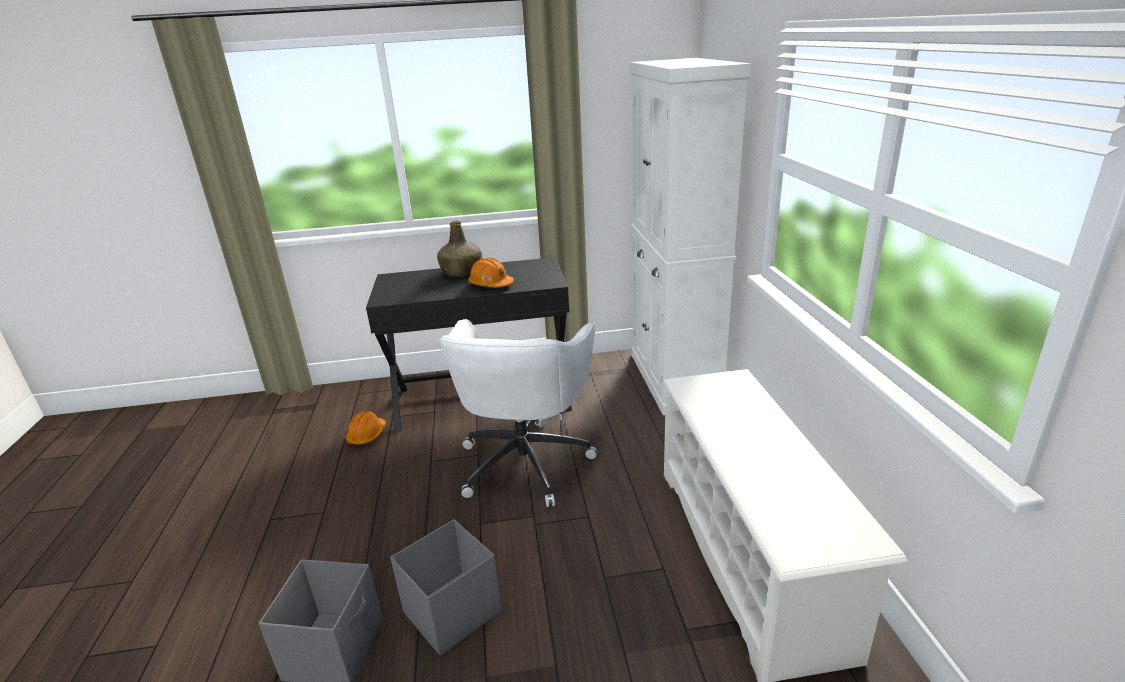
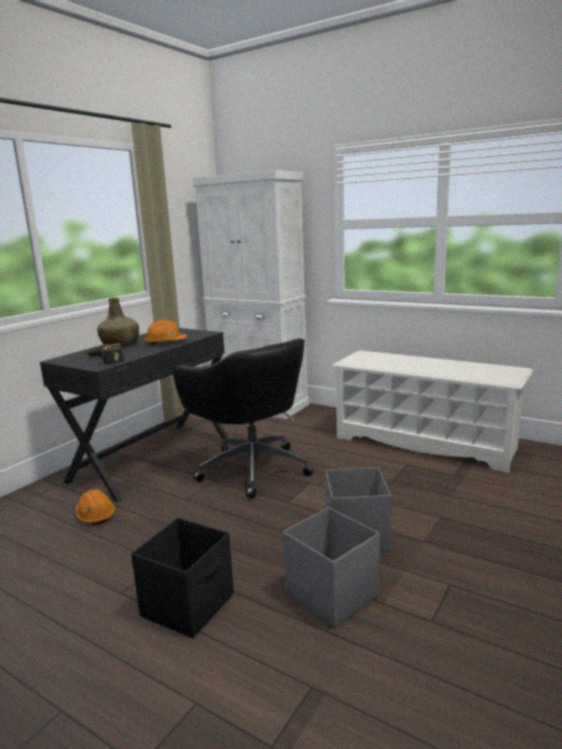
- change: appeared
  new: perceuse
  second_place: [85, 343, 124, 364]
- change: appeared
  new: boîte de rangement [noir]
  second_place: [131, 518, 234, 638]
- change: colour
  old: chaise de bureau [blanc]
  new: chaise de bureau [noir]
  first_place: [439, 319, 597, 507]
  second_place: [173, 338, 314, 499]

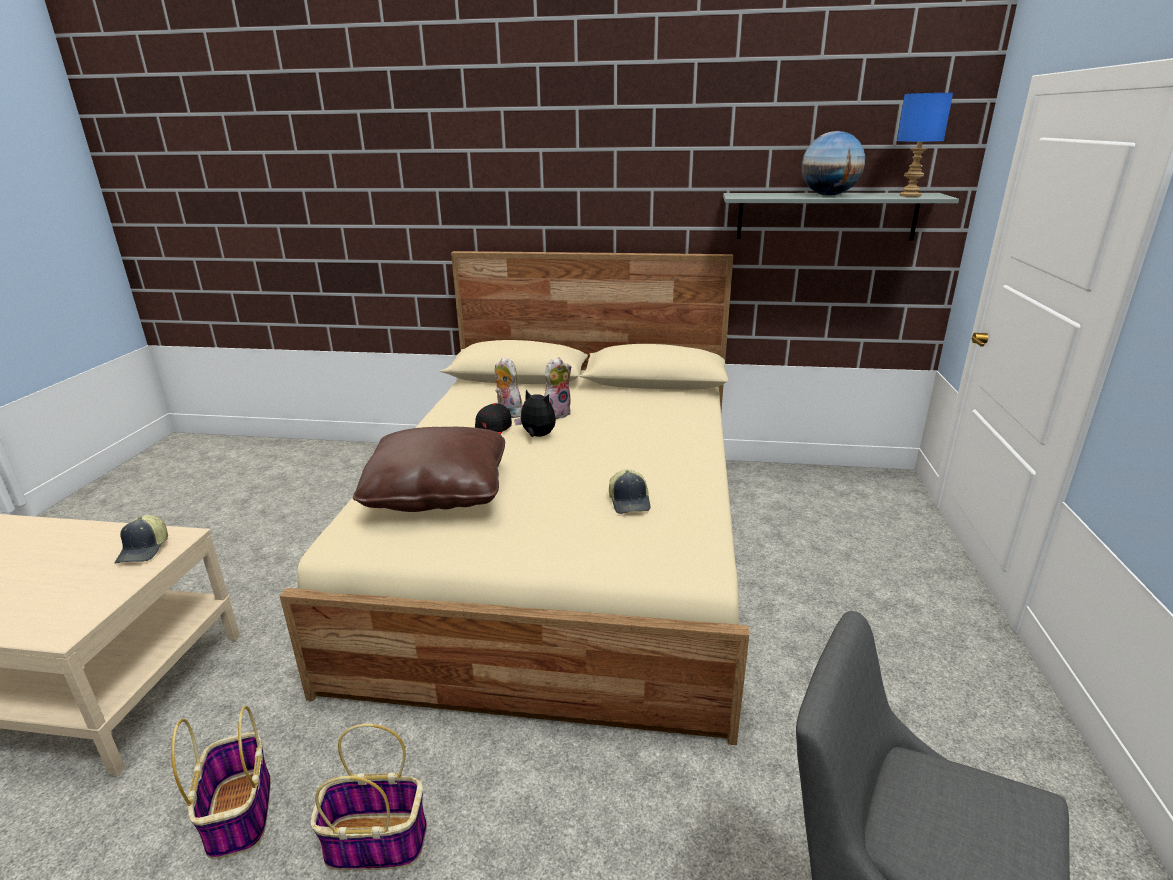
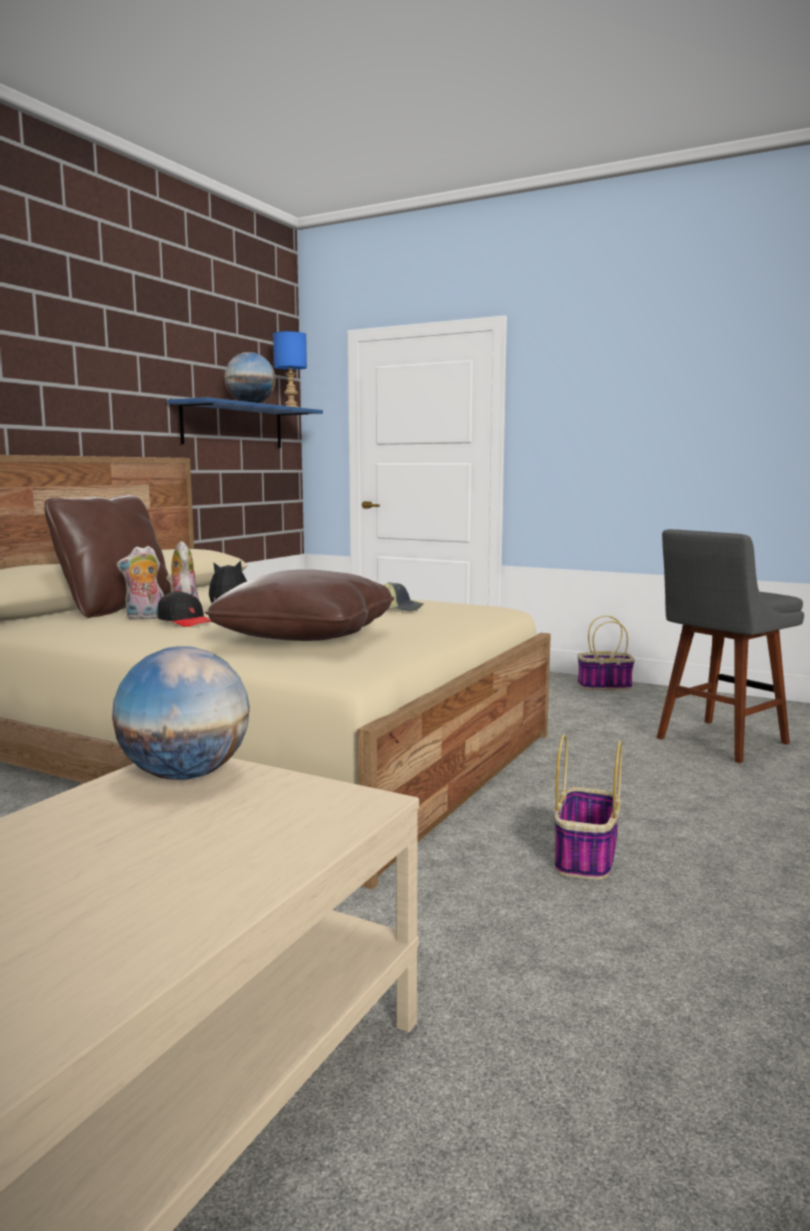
- change: appeared
  new: coussin [marron]
  second_place: [44, 495, 170, 618]
- change: relocated
  old: panier
  first_place: [171, 706, 271, 859]
  second_place: [577, 615, 635, 690]
- change: exchanged
  old: casquette
  new: globe
  first_place: [115, 515, 168, 564]
  second_place: [112, 646, 250, 780]
- change: colour
  old: étagère [gris]
  new: étagère [bleu]
  first_place: [723, 193, 959, 240]
  second_place: [167, 397, 323, 448]

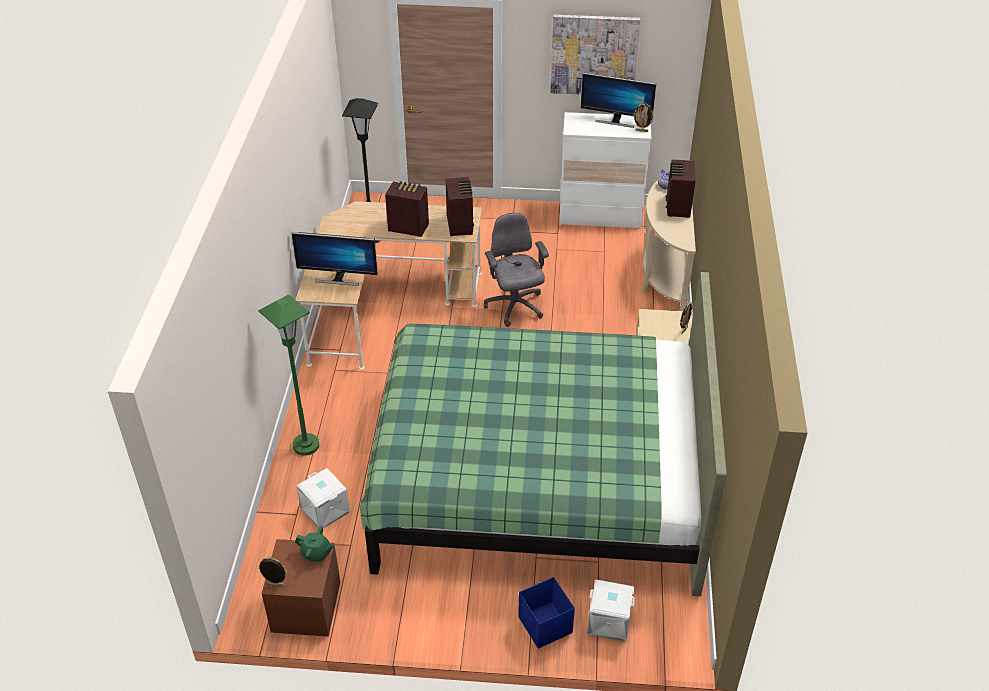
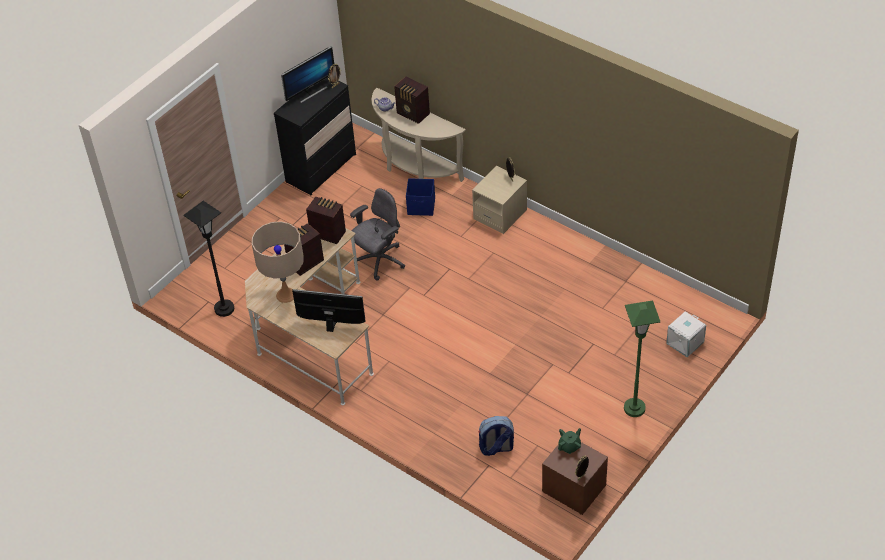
- change: missing
  old: lit [vert]
  first_place: [360, 272, 727, 597]
- change: missing
  old: tableau
  first_place: [550, 15, 640, 95]
- change: appeared
  new: lampe de table [beige]
  second_place: [252, 221, 304, 303]
- change: relocated
  old: lampadaire [vert]
  first_place: [258, 294, 319, 456]
  second_place: [624, 300, 660, 417]
- change: relocated
  old: boîte de rangement [bleu]
  first_place: [518, 577, 575, 649]
  second_place: [406, 178, 435, 216]
- change: exchanged
  old: boîte de rangement [blanc]
  new: sac à dos
  first_place: [297, 468, 350, 528]
  second_place: [478, 416, 514, 456]
- change: colour
  old: commode [blanc]
  new: commode [noir]
  first_place: [559, 112, 651, 229]
  second_place: [274, 77, 356, 195]
- change: spun
  old: écran d'ordinateur
  first_place: [292, 232, 378, 286]
  second_place: [292, 289, 366, 332]
  degrees: -120
- change: spun
  old: chaise de bureau [gris]
  first_place: [484, 213, 549, 327]
  second_place: [350, 188, 405, 281]
  degrees: 120

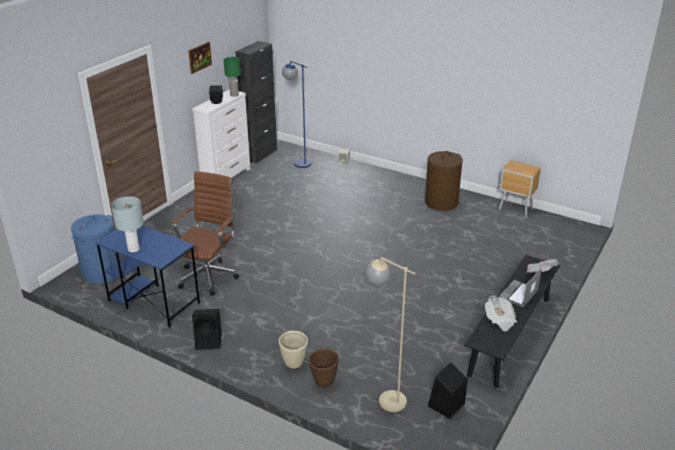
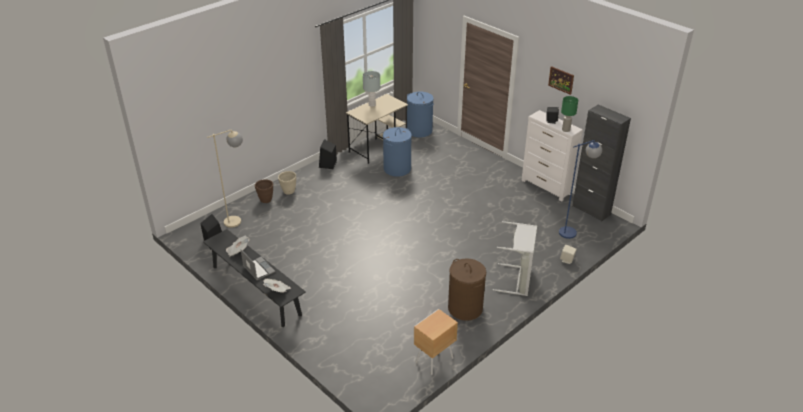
- change: appeared
  new: panier à linge [gris]
  second_place: [493, 221, 537, 296]
- change: exchanged
  old: chaise de bureau [marron]
  new: panier à linge [bleu]
  first_place: [172, 171, 239, 296]
  second_place: [383, 127, 412, 177]
- change: colour
  old: bureau [bleu]
  new: bureau [beige]
  first_place: [95, 226, 200, 328]
  second_place: [346, 94, 408, 164]

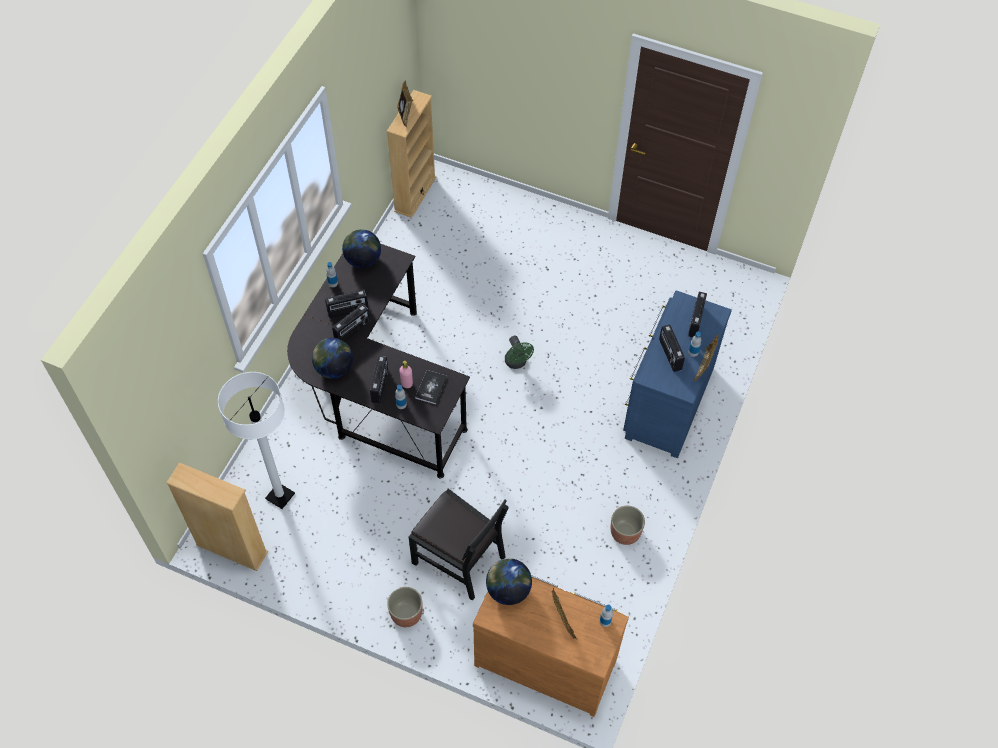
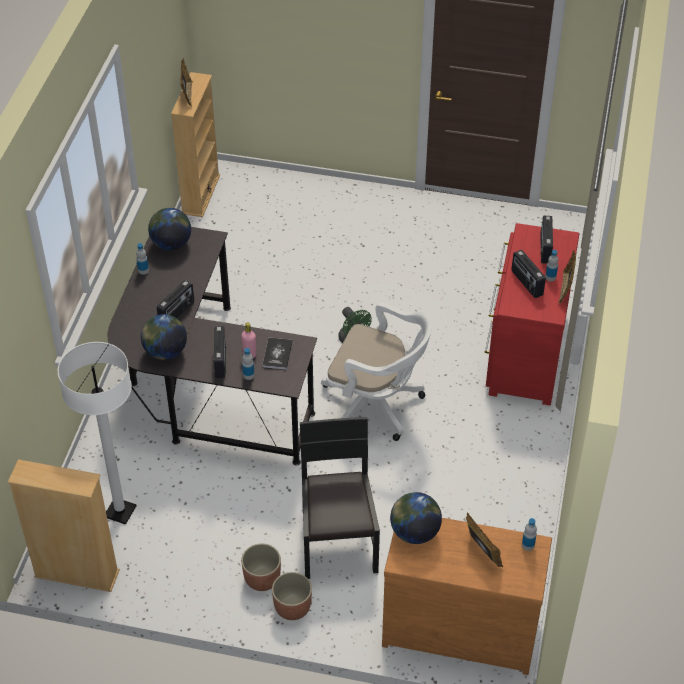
- change: missing
  old: radio
  first_place: [325, 290, 369, 318]
- change: appeared
  new: chaise de bureau [blanc]
  second_place: [321, 302, 432, 441]
- change: relocated
  old: cache-pot
  first_place: [611, 506, 645, 545]
  second_place: [241, 544, 281, 591]
- change: colour
  old: commode [bleu]
  new: commode [rouge]
  first_place: [623, 290, 732, 458]
  second_place: [485, 223, 580, 406]
- change: spun
  old: chaise [noir]
  first_place: [409, 489, 509, 601]
  second_place: [300, 417, 380, 579]
  degrees: -120

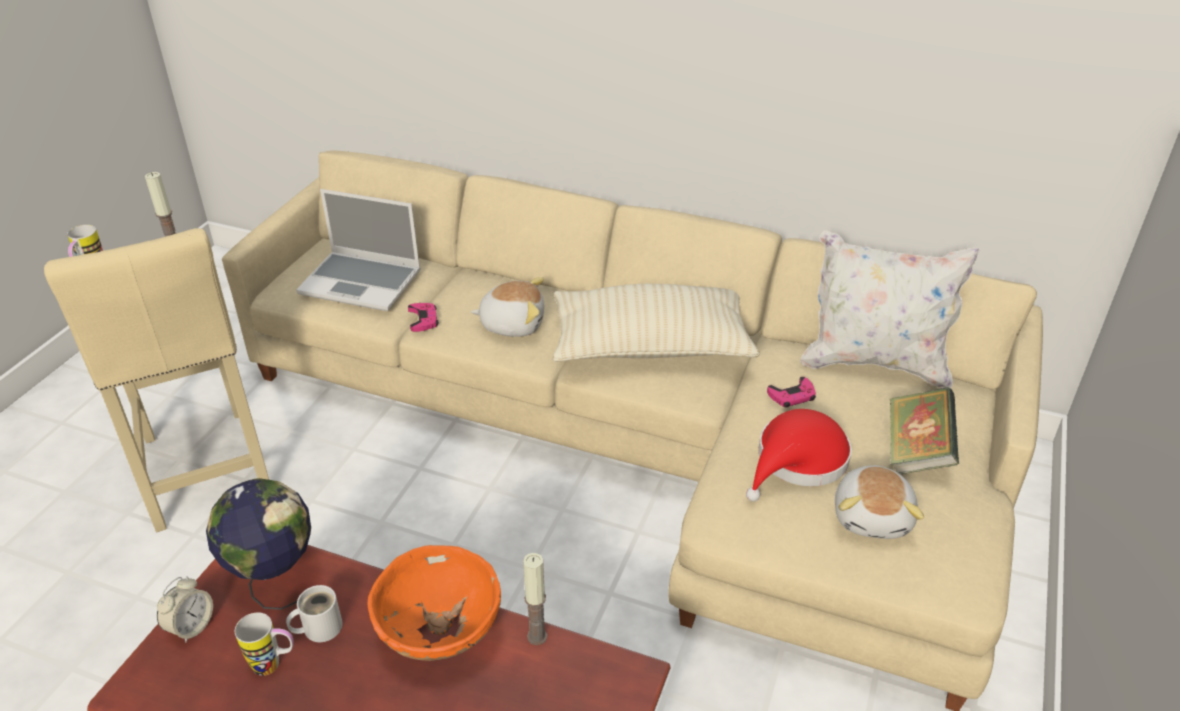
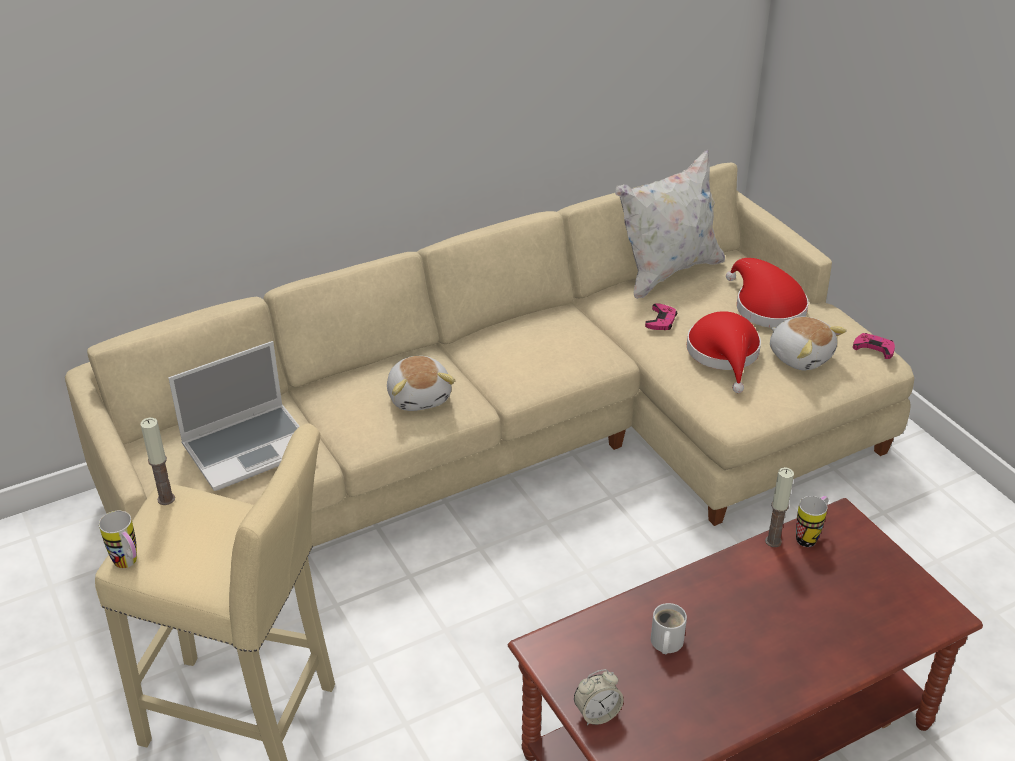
- change: missing
  old: globe
  first_place: [206, 478, 311, 610]
- change: missing
  old: bol [orange]
  first_place: [368, 545, 501, 661]
- change: missing
  old: coussin [beige]
  first_place: [552, 284, 760, 362]
- change: relocated
  old: mug
  first_place: [235, 612, 294, 676]
  second_place: [796, 496, 828, 547]
- change: relocated
  old: manette [rose]
  first_place: [408, 303, 439, 332]
  second_place: [853, 333, 895, 359]
- change: exchanged
  old: livre
  new: chapeau [rouge]
  first_place: [890, 387, 959, 474]
  second_place: [726, 258, 809, 328]
- change: spun
  old: réveil
  first_place: [157, 577, 213, 643]
  second_place: [574, 669, 624, 725]
  degrees: 90
- change: spun
  old: peluche
  first_place: [470, 277, 544, 337]
  second_place: [387, 356, 455, 411]
  degrees: 120

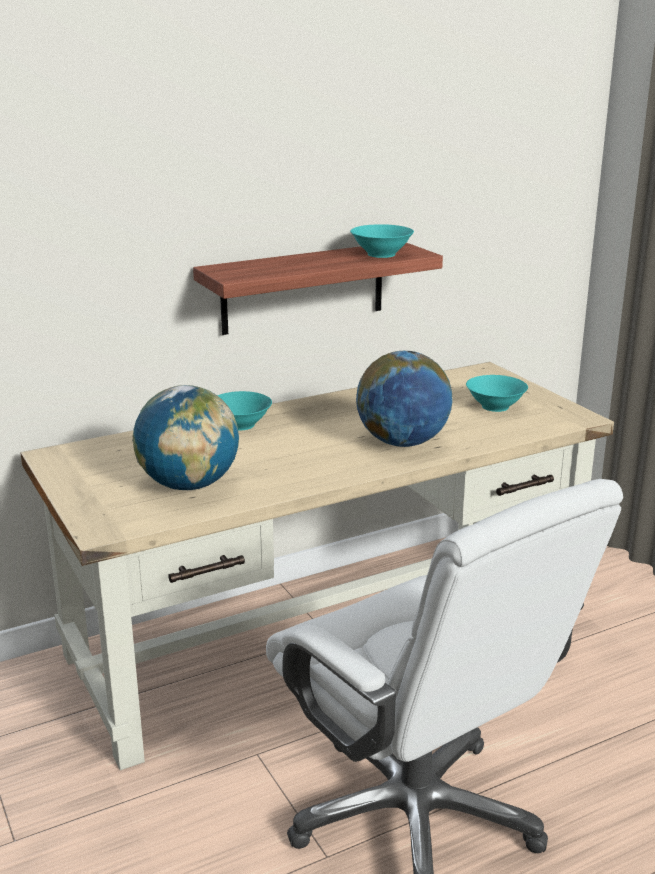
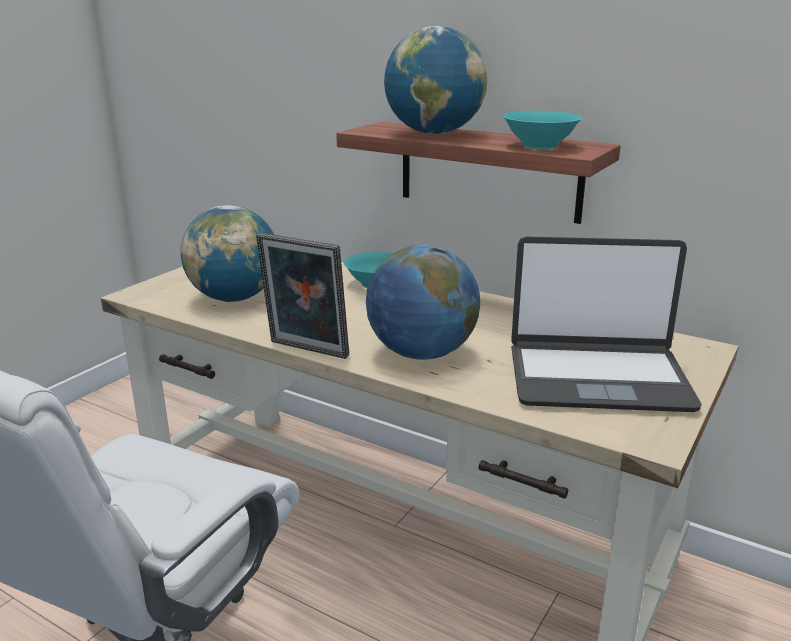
- change: appeared
  new: cadre photo
  second_place: [256, 233, 349, 359]
- change: appeared
  new: globe
  second_place: [384, 26, 488, 134]
- change: exchanged
  old: bol [turquoise]
  new: ordinateur portable
  first_place: [466, 375, 528, 412]
  second_place: [511, 237, 702, 412]

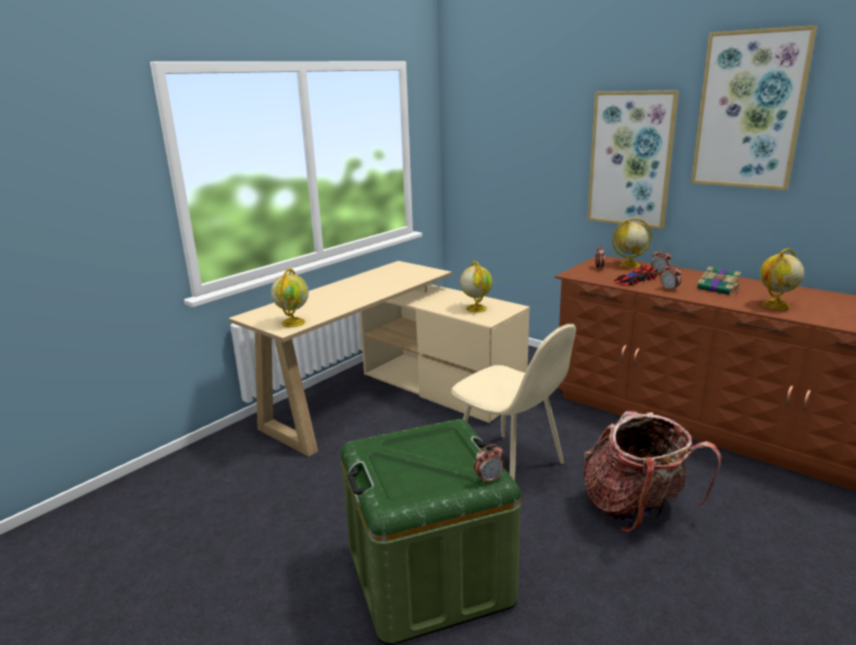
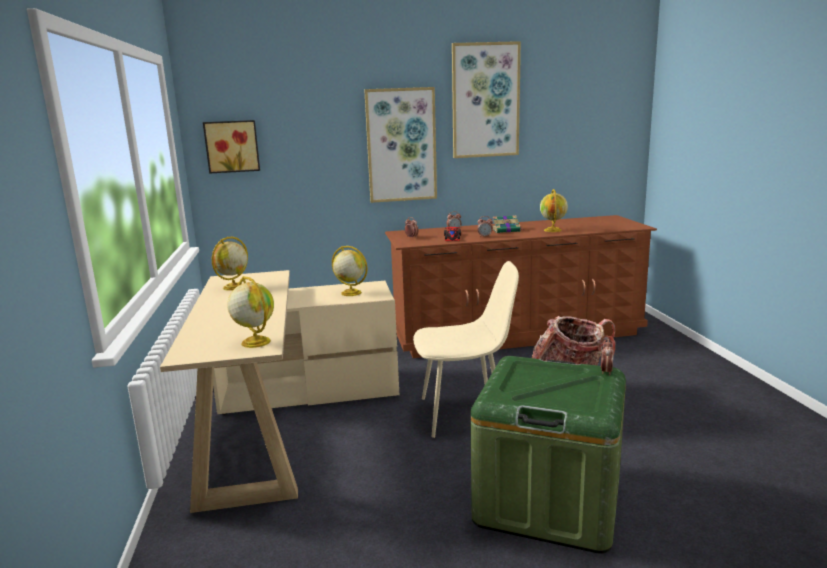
- change: appeared
  new: tableau
  second_place: [203, 120, 260, 174]
- change: relocated
  old: globe
  first_place: [612, 218, 652, 268]
  second_place: [212, 237, 248, 291]

